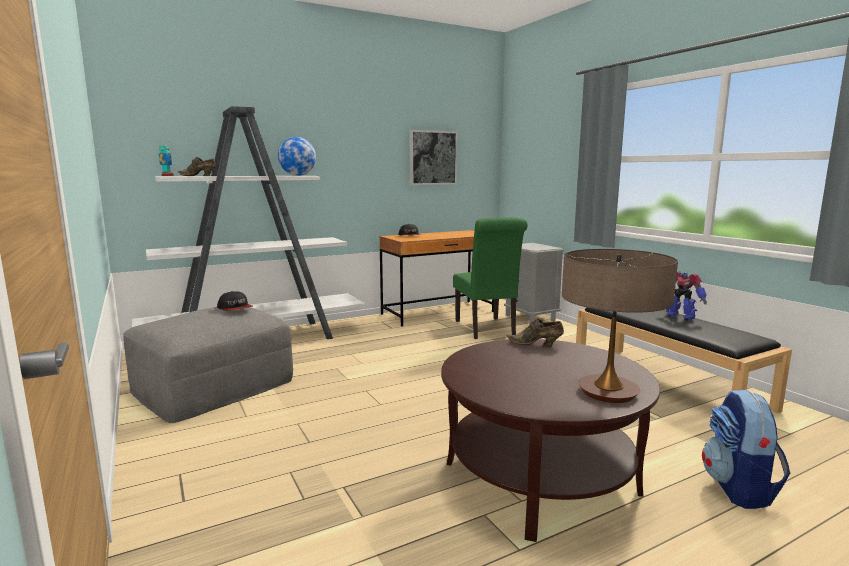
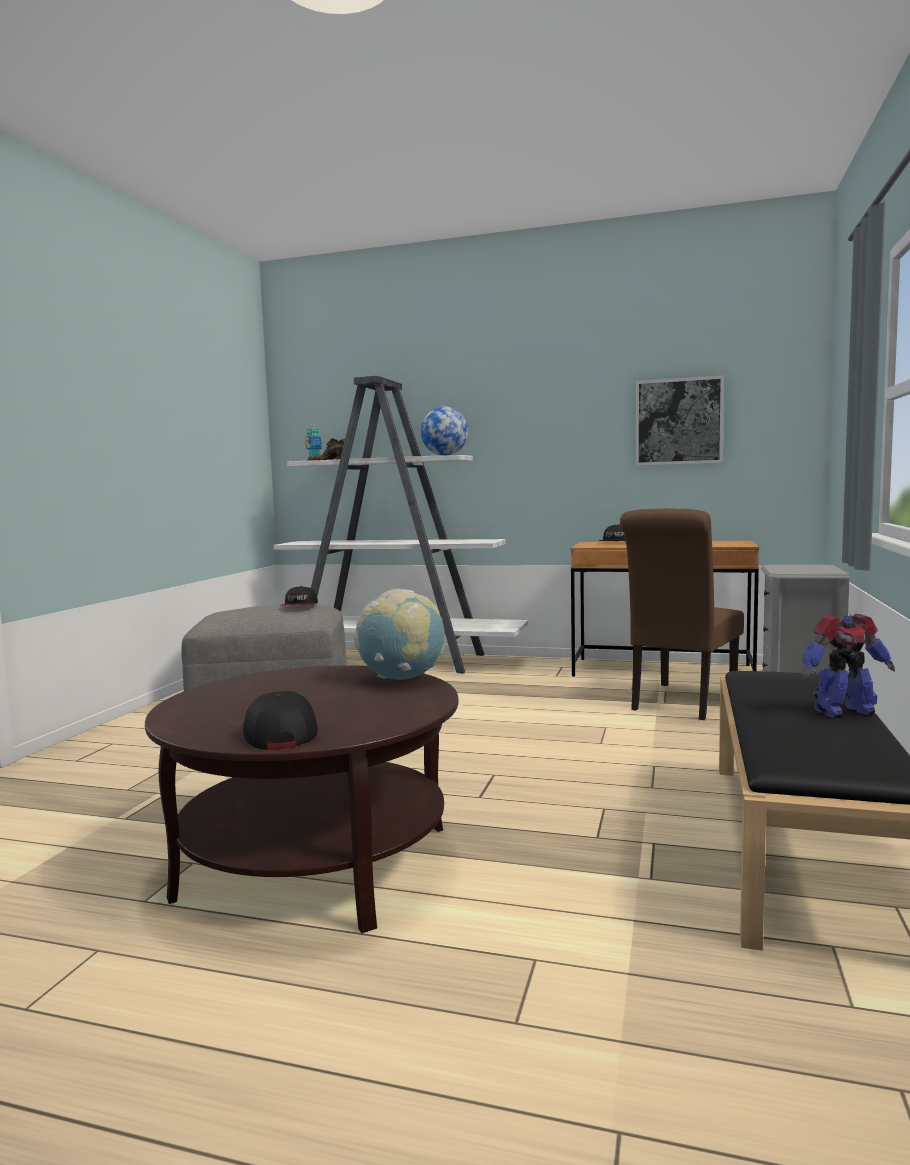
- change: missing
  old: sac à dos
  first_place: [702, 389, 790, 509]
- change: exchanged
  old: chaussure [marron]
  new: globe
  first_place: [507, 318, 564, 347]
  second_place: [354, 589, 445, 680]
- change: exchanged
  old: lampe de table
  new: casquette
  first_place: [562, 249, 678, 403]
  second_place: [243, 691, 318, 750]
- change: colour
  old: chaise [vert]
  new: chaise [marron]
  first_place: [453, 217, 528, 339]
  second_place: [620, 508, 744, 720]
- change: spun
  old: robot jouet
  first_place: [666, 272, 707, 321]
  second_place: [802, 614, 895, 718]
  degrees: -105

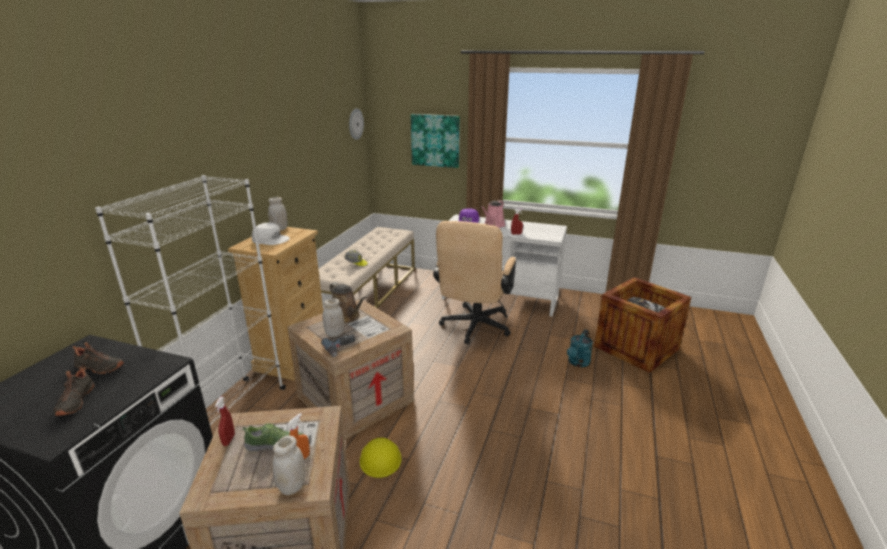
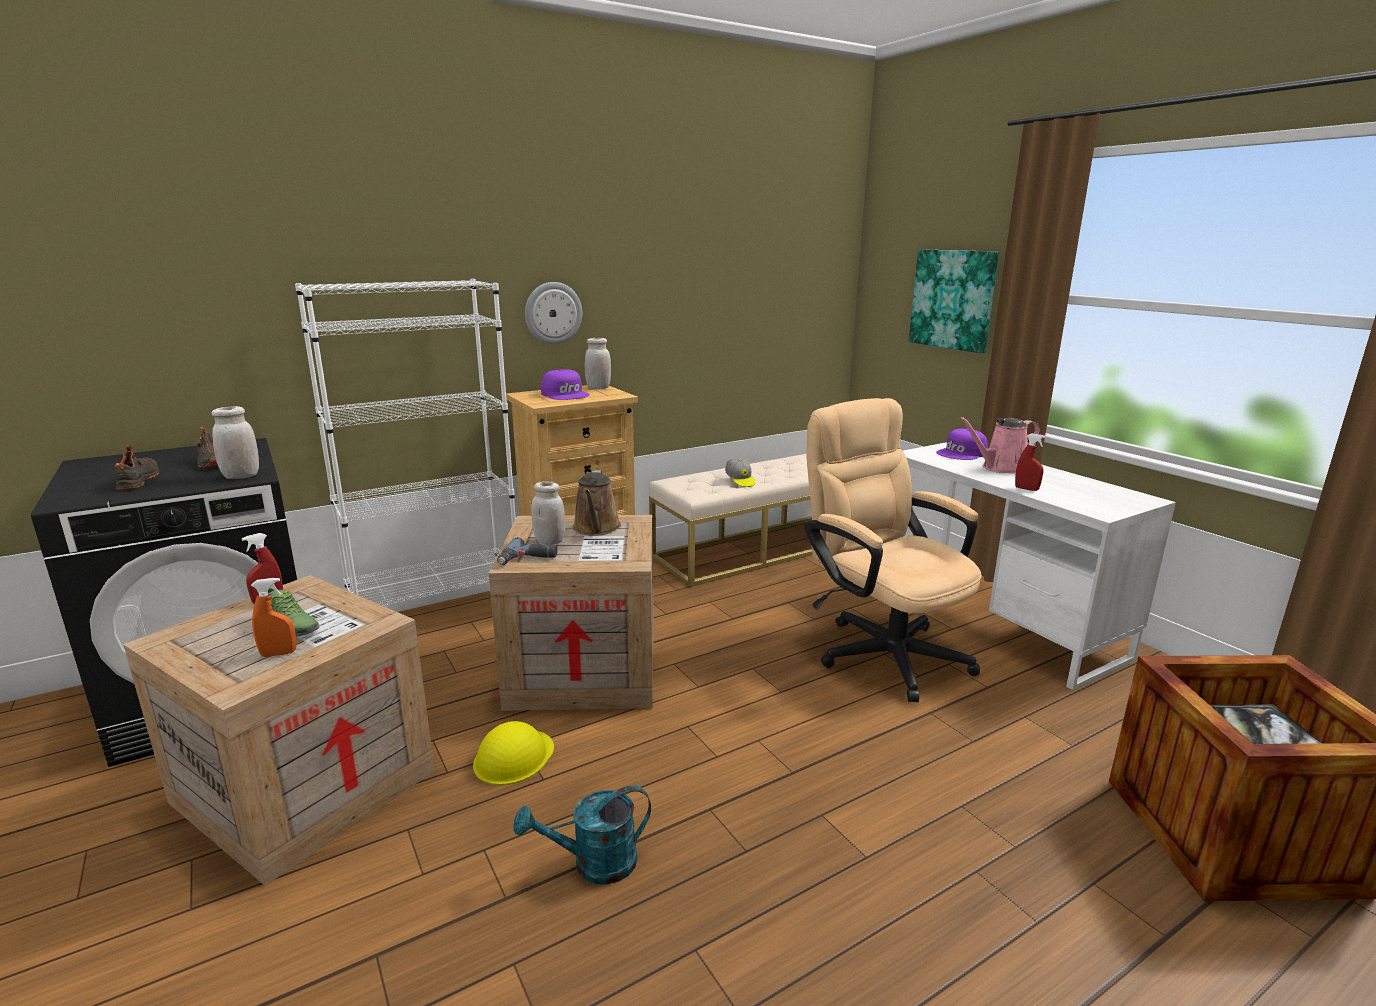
- change: relocated
  old: bocal [blanc]
  first_place: [272, 435, 306, 496]
  second_place: [212, 406, 259, 479]
- change: relocated
  old: horloge murale
  first_place: [349, 108, 364, 140]
  second_place: [525, 282, 582, 344]
- change: relocated
  old: arrosoir [turquoise]
  first_place: [567, 329, 593, 367]
  second_place: [514, 786, 651, 885]
- change: colour
  old: casquette [blanc]
  new: casquette [violet]
  first_place: [252, 222, 290, 245]
  second_place: [541, 369, 589, 400]
- change: spun
  old: chaussure [noir]
  first_place: [54, 366, 95, 416]
  second_place: [115, 445, 159, 490]
  degrees: 135
- change: spun
  old: chaise de bureau [beige]
  first_place: [433, 221, 516, 344]
  second_place: [804, 398, 982, 702]
  degrees: 90

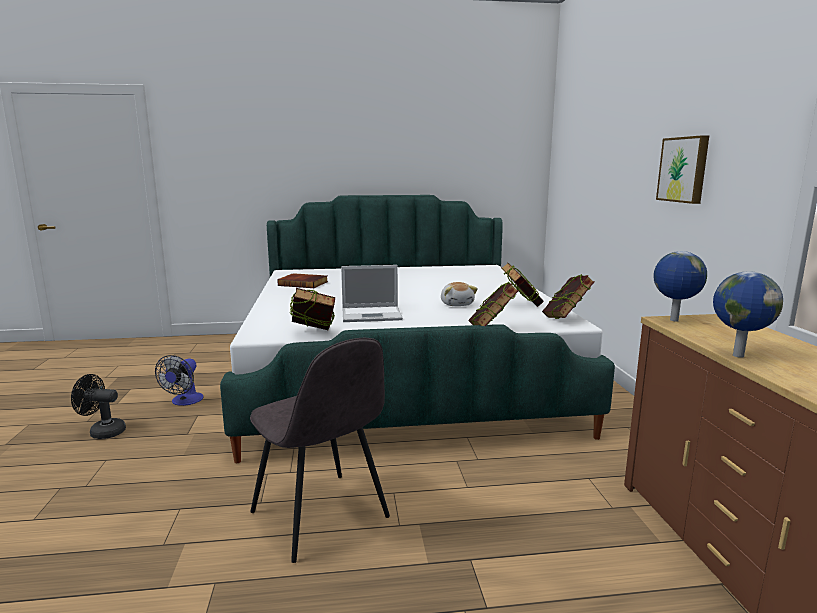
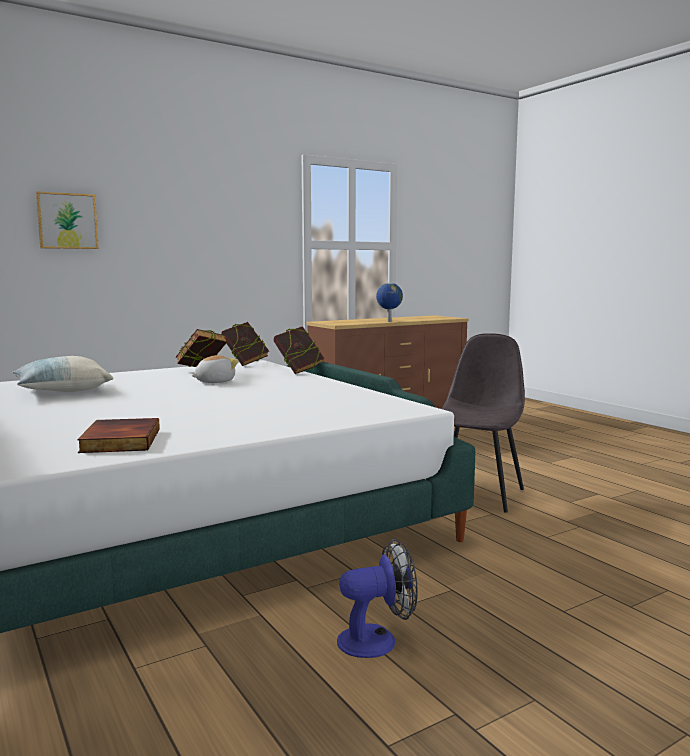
- change: missing
  old: ventilateur [noir]
  first_place: [71, 374, 126, 439]
- change: missing
  old: livre
  first_place: [290, 288, 335, 330]
- change: missing
  old: ordinateur portable
  first_place: [341, 265, 403, 322]
- change: missing
  old: globe
  first_place: [653, 251, 707, 322]
- change: appeared
  new: coussin
  second_place: [13, 356, 113, 392]
- change: relocated
  old: tableau
  first_place: [656, 135, 709, 204]
  second_place: [36, 191, 99, 249]

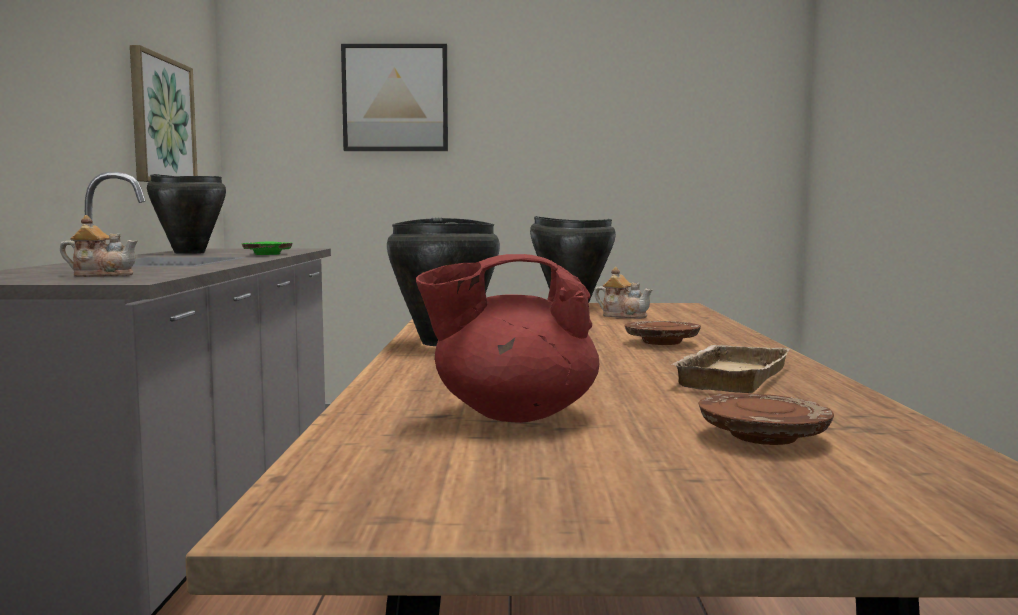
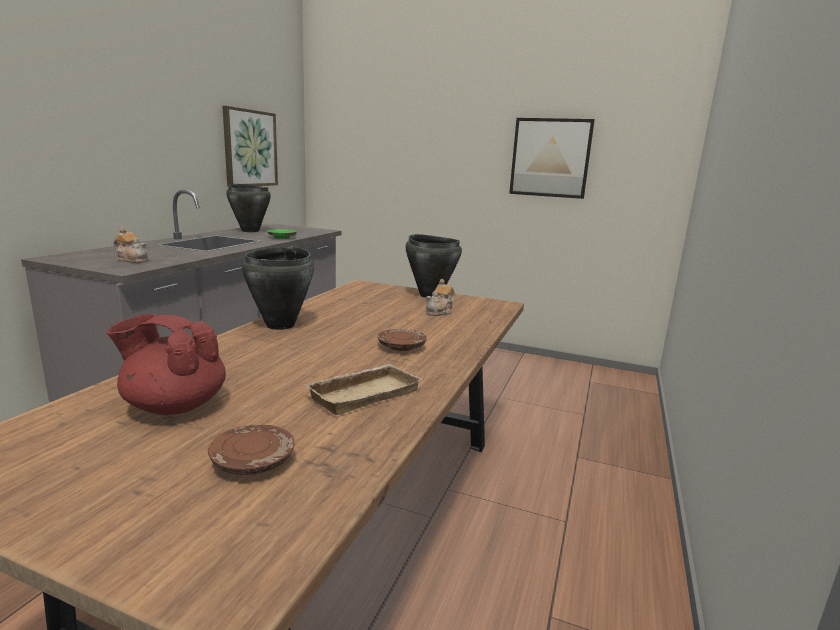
- change: relocated
  old: tableau
  first_place: [341, 44, 448, 151]
  second_place: [509, 118, 595, 199]
- change: spun
  old: théière
  first_place: [595, 267, 652, 319]
  second_place: [426, 279, 454, 316]
  degrees: 75

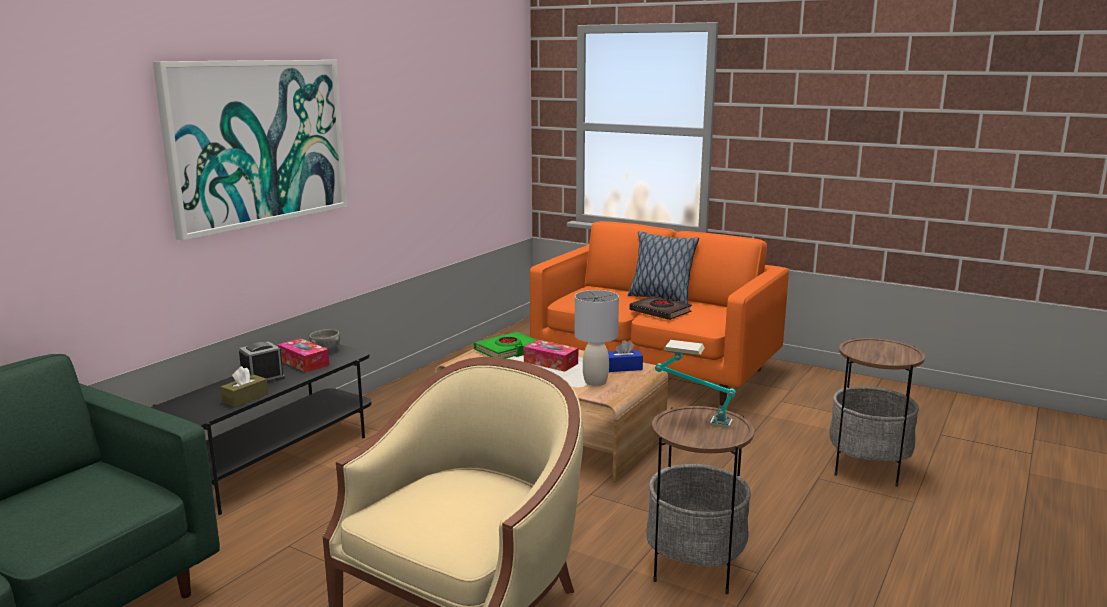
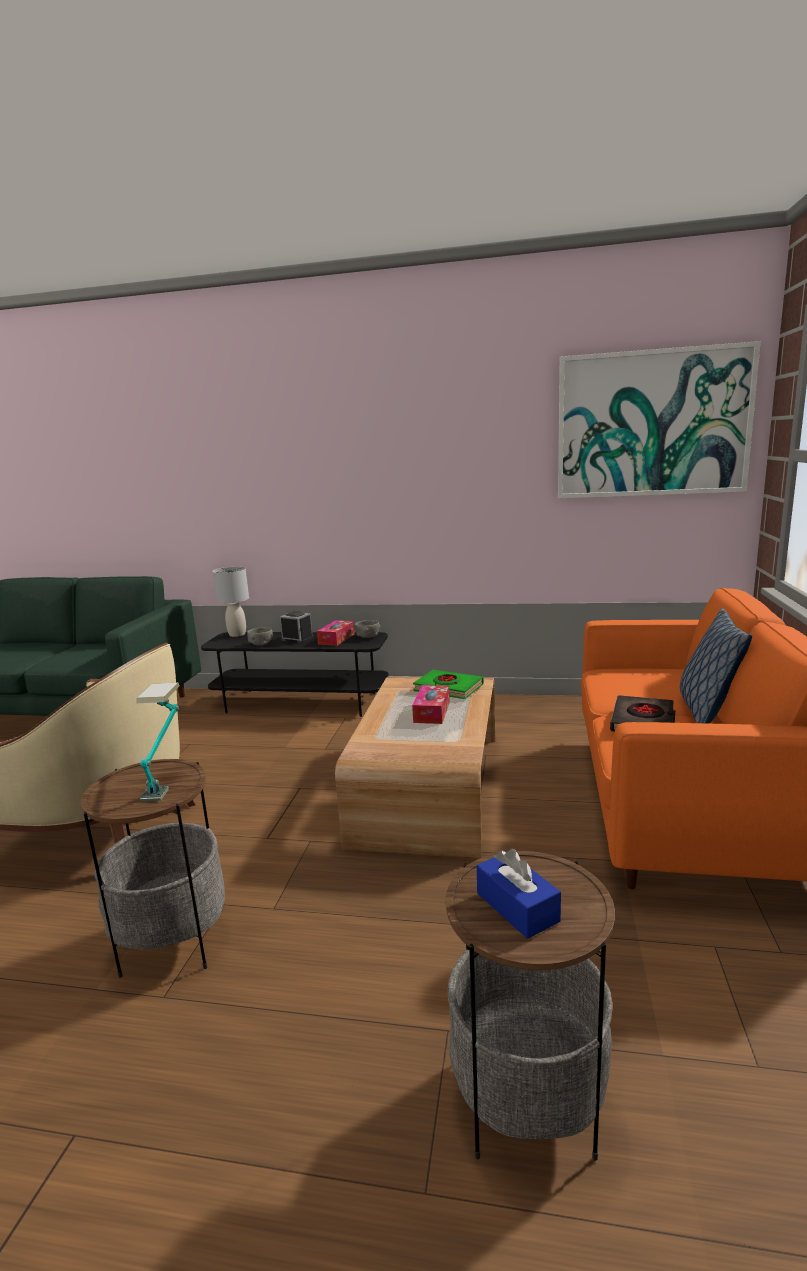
- change: relocated
  old: tableau
  first_place: [153, 60, 347, 240]
  second_place: [558, 341, 761, 499]
- change: relocated
  old: lampe de table [gris]
  first_place: [575, 290, 619, 386]
  second_place: [212, 567, 249, 637]
- change: relocated
  old: boîte à mouchoirs [bleu]
  first_place: [608, 340, 643, 372]
  second_place: [477, 849, 561, 939]
- change: exchanged
  old: boîte à mouchoirs [marron]
  new: bol [gris]
  first_place: [221, 366, 268, 407]
  second_place: [247, 627, 273, 646]

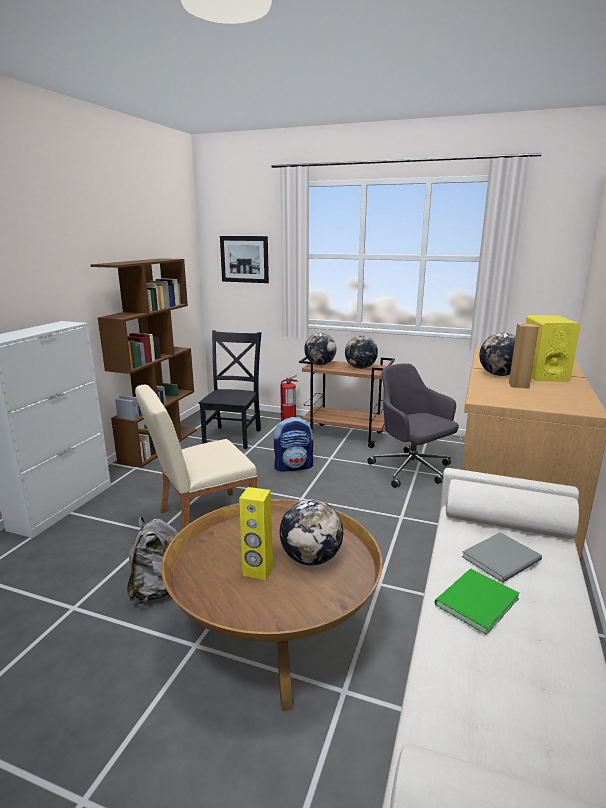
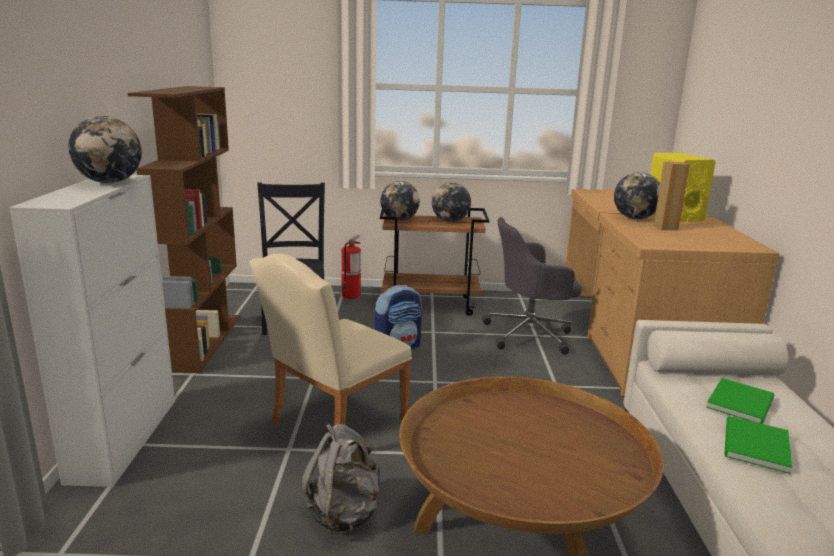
- change: missing
  old: tableau
  first_place: [220, 236, 269, 283]
- change: missing
  old: enceinte [jaune]
  first_place: [239, 487, 273, 580]
- change: relocated
  old: globe
  first_place: [279, 499, 343, 565]
  second_place: [68, 116, 142, 183]
- change: colour
  old: livre [gris]
  new: livre [vert]
  first_place: [462, 532, 542, 583]
  second_place: [706, 378, 775, 424]
- change: spun
  old: chaise de bureau [gris]
  first_place: [368, 363, 459, 488]
  second_place: [482, 217, 582, 355]
  degrees: -45

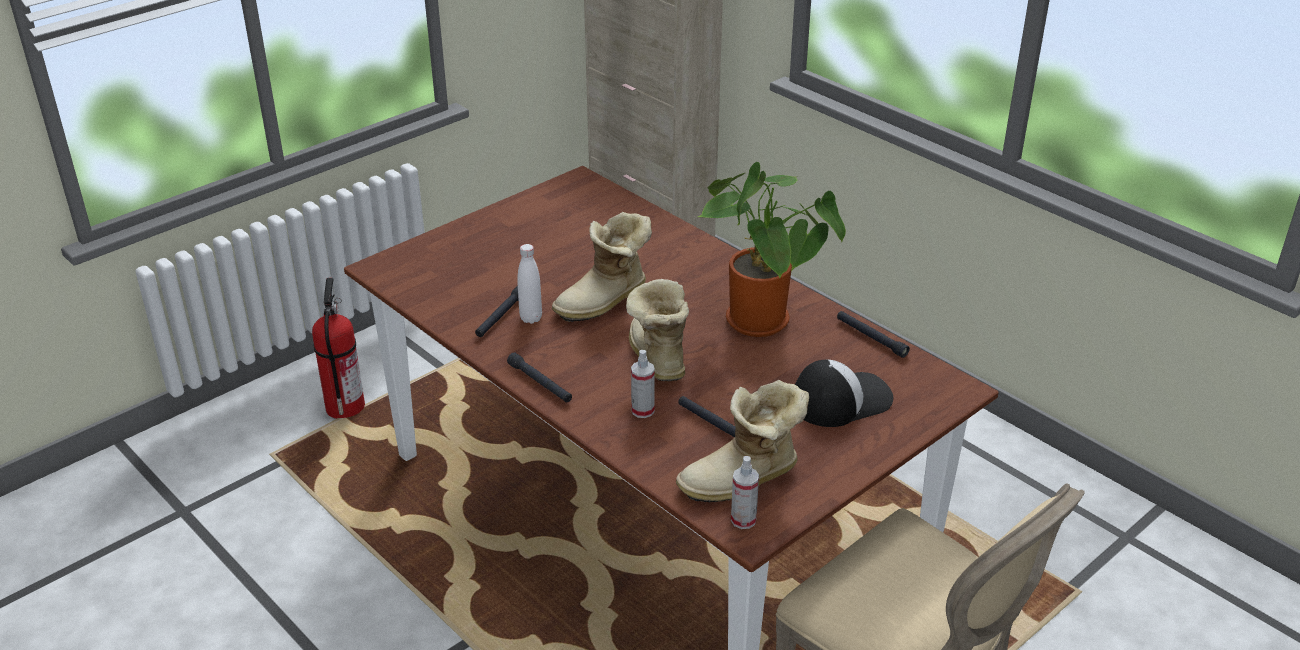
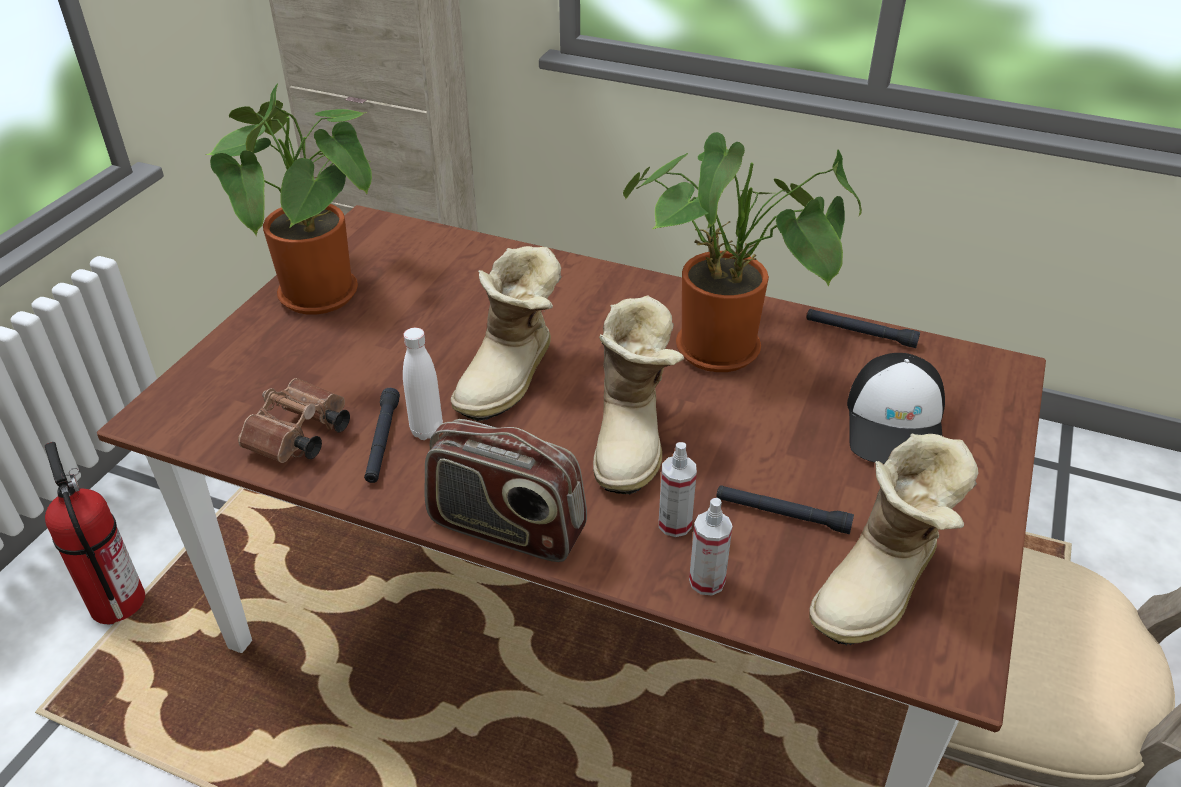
- change: appeared
  new: plante en pot
  second_place: [206, 84, 372, 315]
- change: appeared
  new: jumelles [marron]
  second_place: [238, 378, 350, 463]
- change: relocated
  old: vaporisateur
  first_place: [731, 456, 759, 529]
  second_place: [689, 498, 732, 595]
- change: exchanged
  old: lampe de poche [noir]
  new: radio
  first_place: [507, 352, 572, 403]
  second_place: [425, 419, 587, 562]
- change: spun
  old: botte
  first_place: [626, 279, 689, 381]
  second_place: [593, 296, 684, 495]
  degrees: -135
- change: spun
  old: casquette
  first_place: [795, 360, 893, 427]
  second_place: [847, 353, 945, 464]
  degrees: 150

